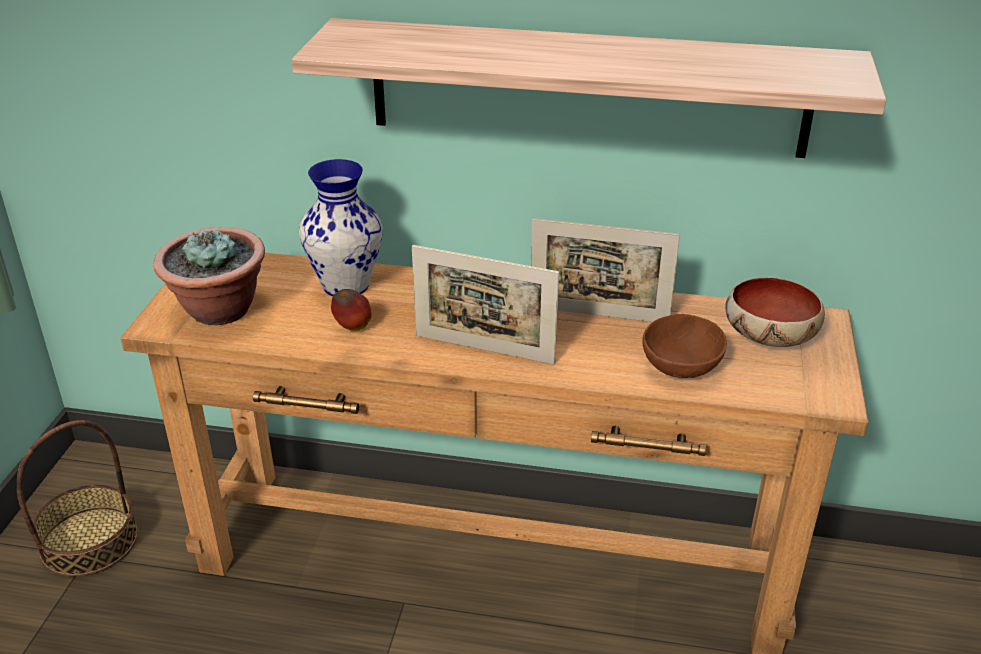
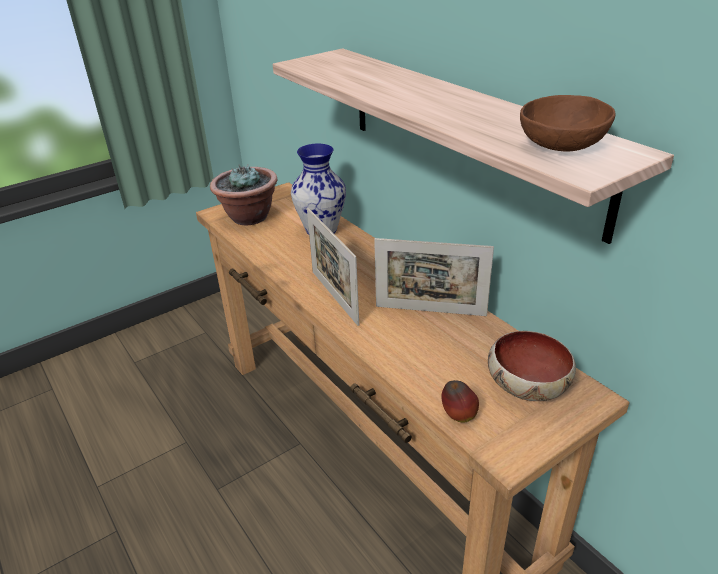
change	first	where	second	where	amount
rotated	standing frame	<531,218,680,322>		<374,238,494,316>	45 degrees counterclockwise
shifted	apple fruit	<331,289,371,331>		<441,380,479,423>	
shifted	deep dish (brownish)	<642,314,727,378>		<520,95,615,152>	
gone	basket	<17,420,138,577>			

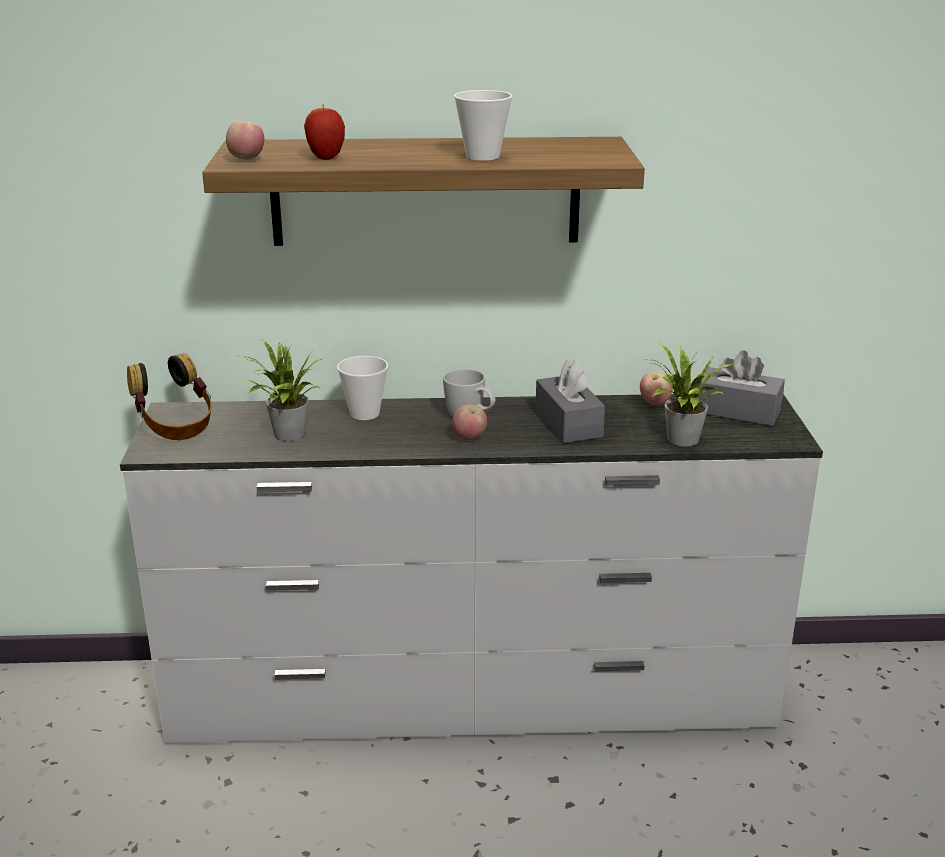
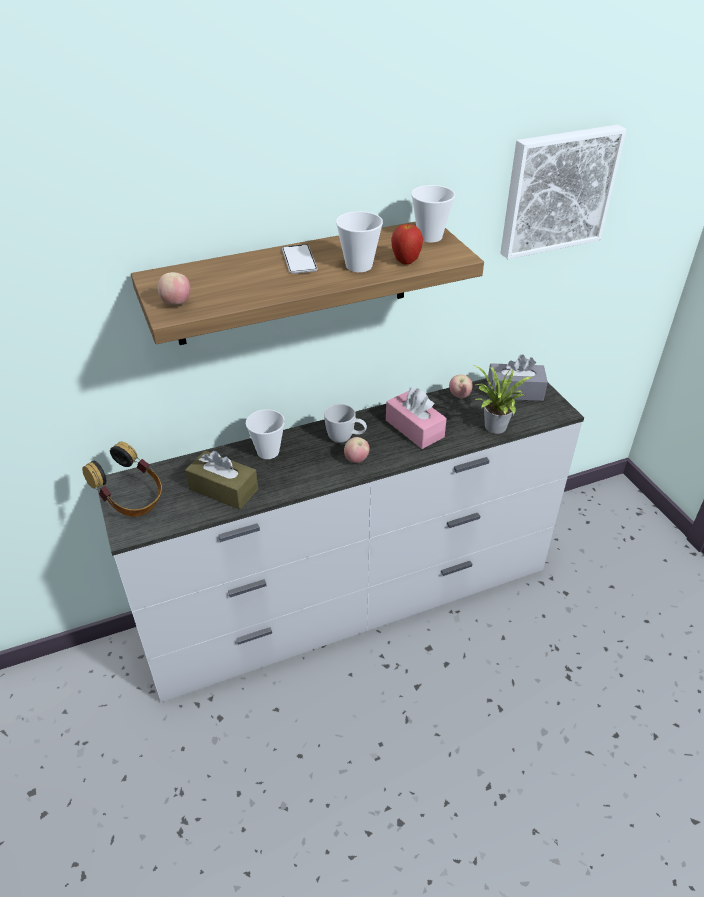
change	first	where	second	where	amount
swapped	potted plant	<236,339,322,442>	tissue box (brownish)	<185,451,258,510>	
new			handset	<282,244,318,274>	
repainted	tissue box (grey)	<536,360,605,443>	tissue box (pink-coloured)	<386,388,447,449>	
shifted	apple fruit	<304,107,345,160>		<391,223,423,265>	
new			cup	<411,185,455,242>	
new			picture	<500,125,627,259>	

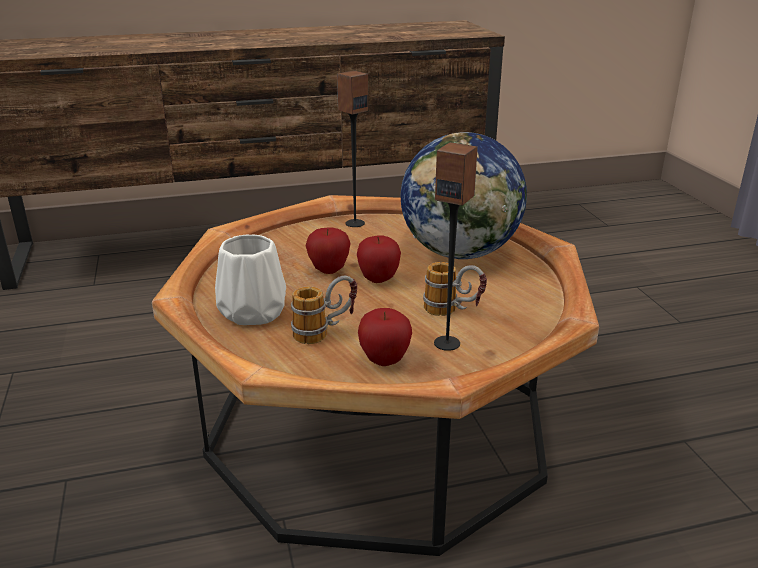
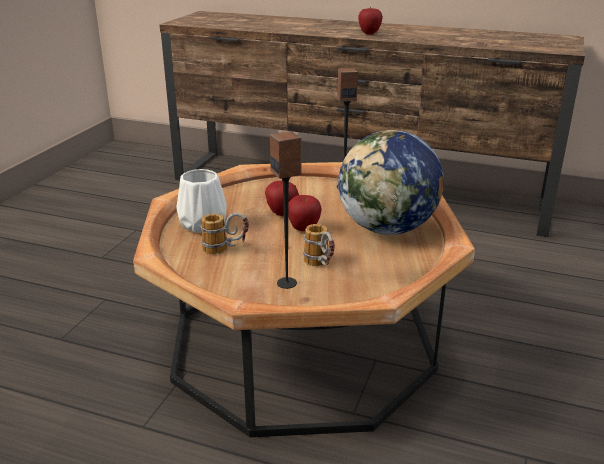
change	first	where	second	where	amount
shifted	apple fruit	<358,308,412,366>		<358,7,383,34>	

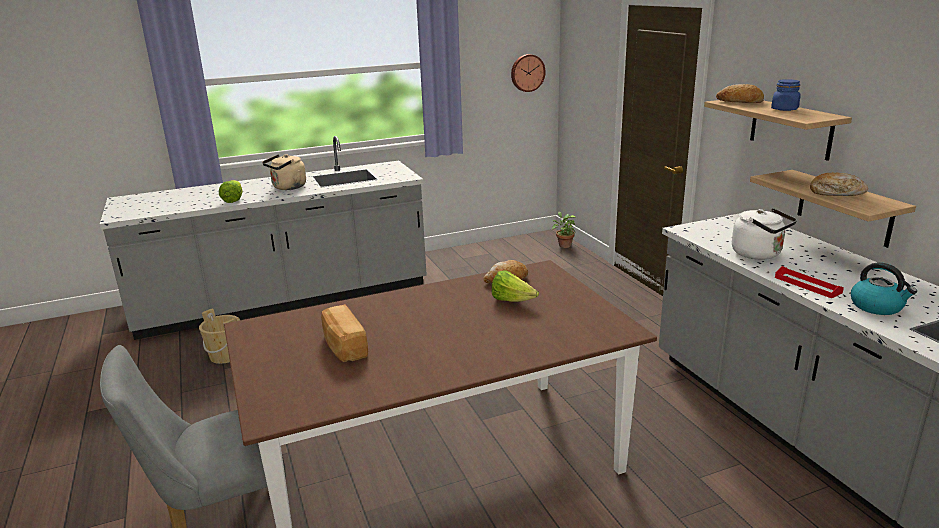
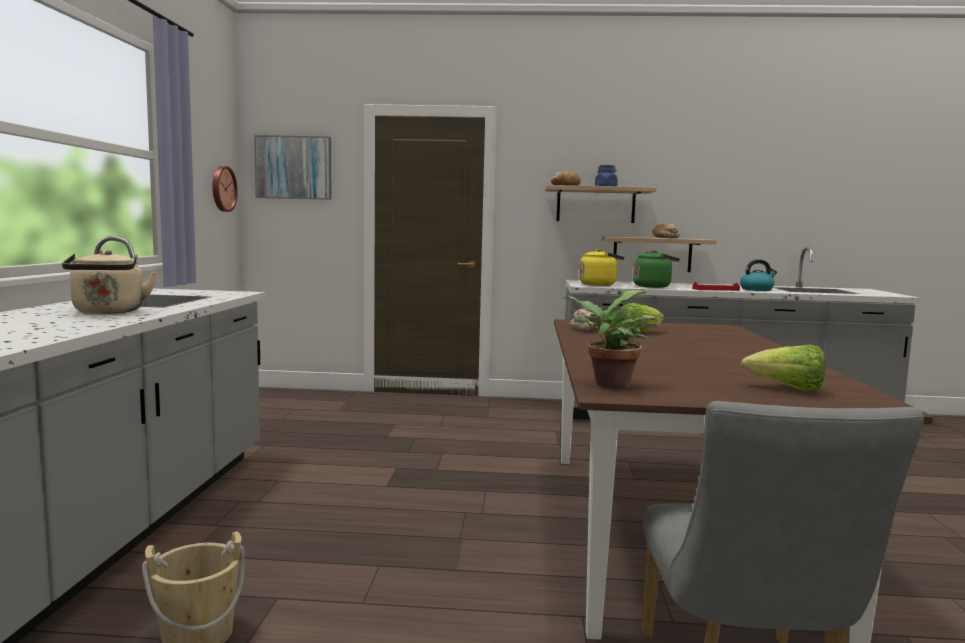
change	first	where	second	where	amount
new			picture	<254,135,331,200>	
shifted	potted plant	<552,212,576,248>		<564,290,658,389>	
new			kettle (yellow-coloured)	<579,249,624,286>	
repainted	kettle (whitish)	<732,208,797,260>	kettle (green)	<633,250,680,288>	
shifted	lettuce	<219,180,243,203>		<741,345,825,392>	
gone	baked bread	<321,304,368,362>			

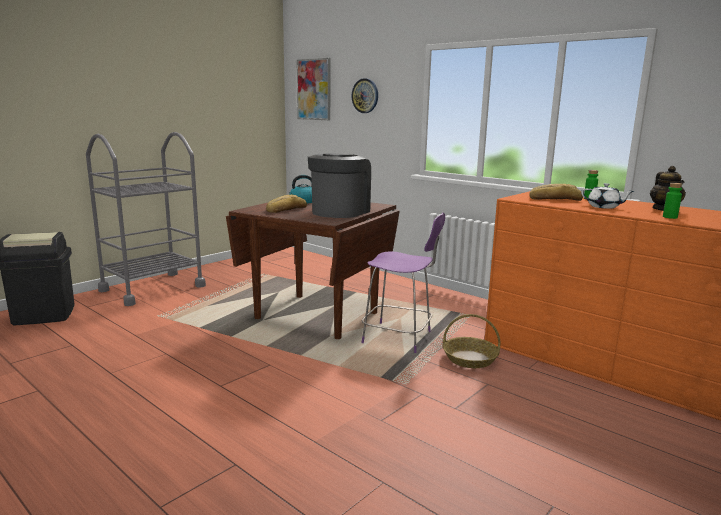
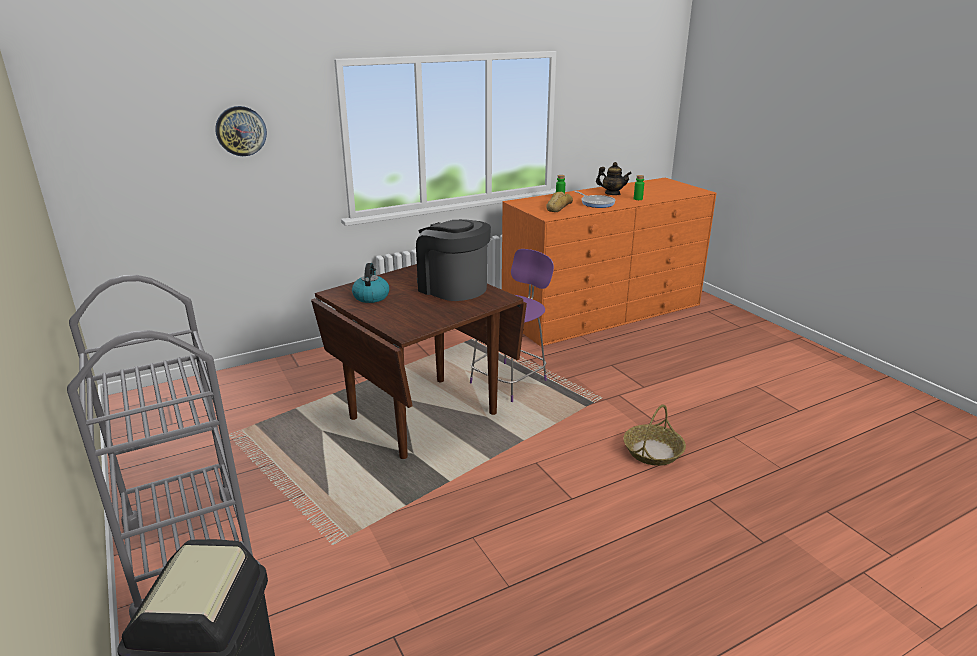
change	first	where	second	where	amount
swapped	teapot (whitish)	<581,183,634,209>	skillet	<575,191,616,208>	
shifted	basket	<443,314,501,368>		<623,405,686,466>	
gone	baked bread	<266,195,307,213>			
gone	picture	<297,58,331,120>			

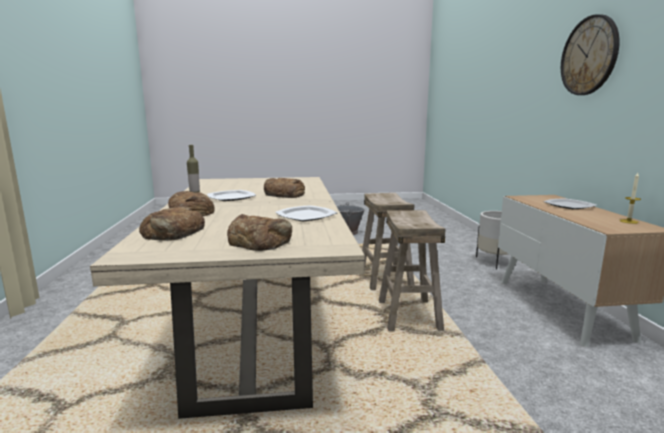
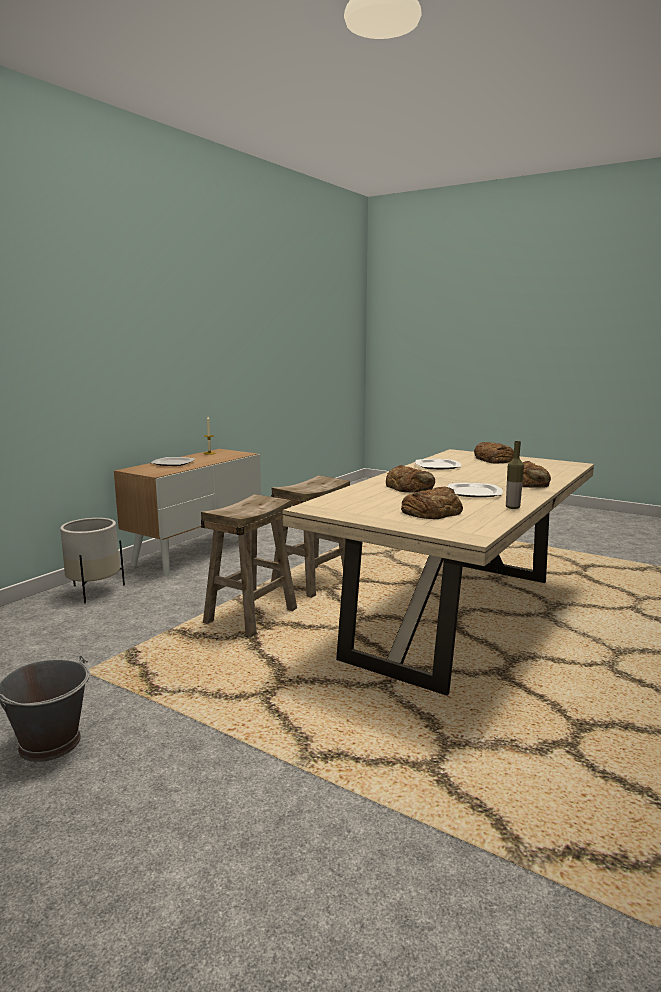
change	first	where	second	where	amount
shifted	baked bread	<139,205,205,241>		<401,487,463,519>	
gone	clock on the wall	<561,14,620,95>			

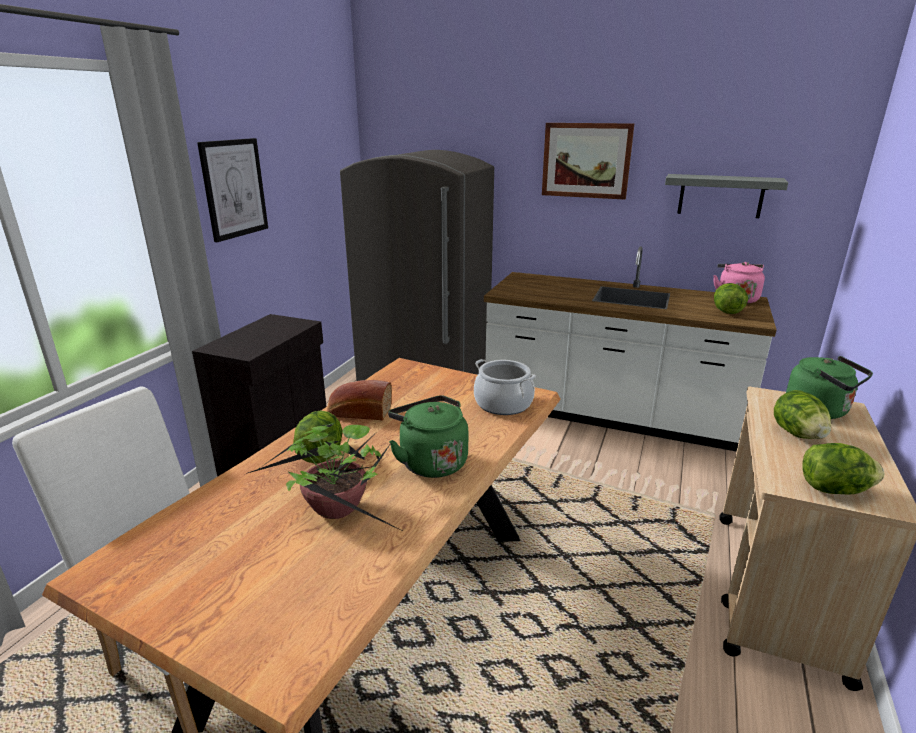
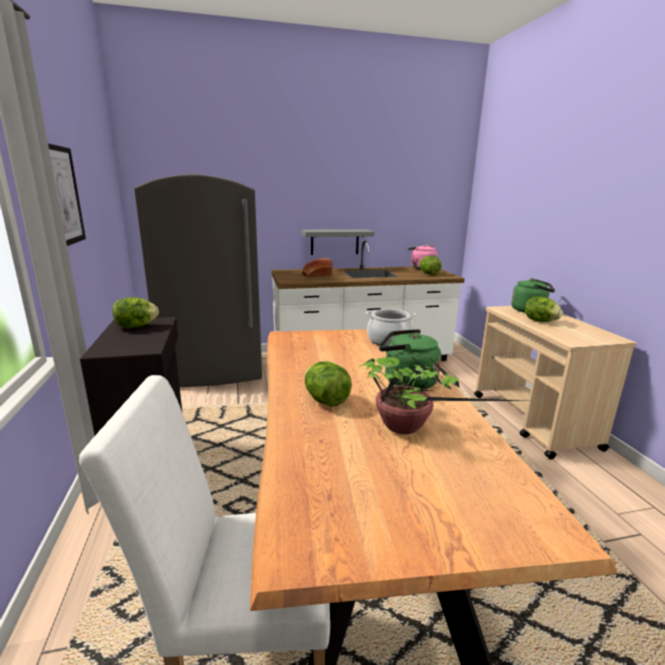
change	first	where	second	where	amount
shifted	lettuce	<802,443,884,495>		<113,297,159,328>	
shifted	wall shelf (grey)	<665,174,788,218>		<302,229,374,255>	
shifted	baked bread	<327,380,392,421>		<302,258,333,277>	
gone	picture	<542,123,634,200>			

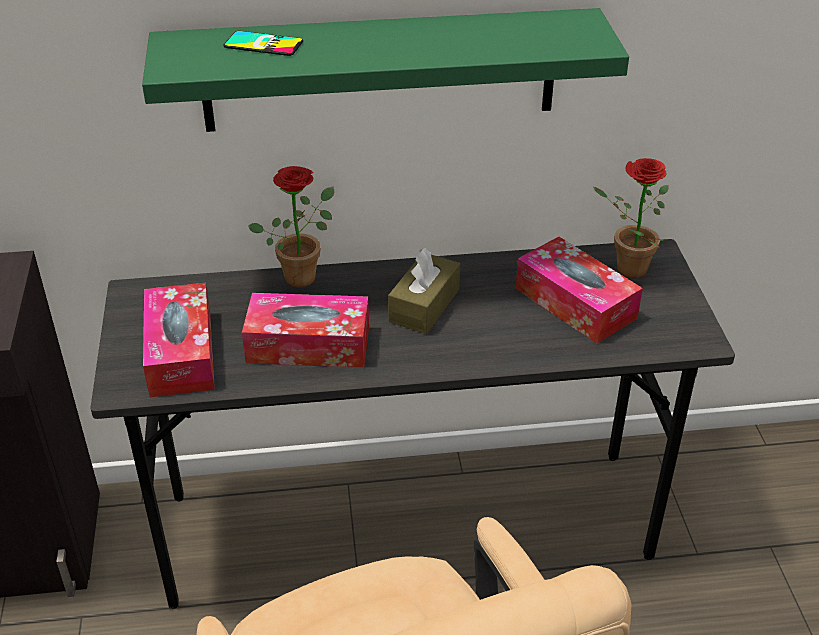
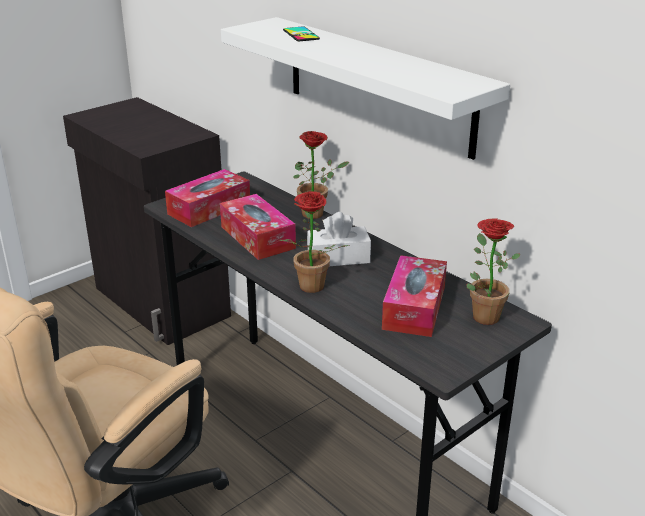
change	first	where	second	where	amount
repainted	wall shelf (green)	<142,8,629,132>	wall shelf (whitish)	<221,17,510,160>	
new			potted plant	<278,191,350,293>	
repainted	tissue box (brownish)	<388,248,460,334>	tissue box (whitish)	<307,212,371,266>	

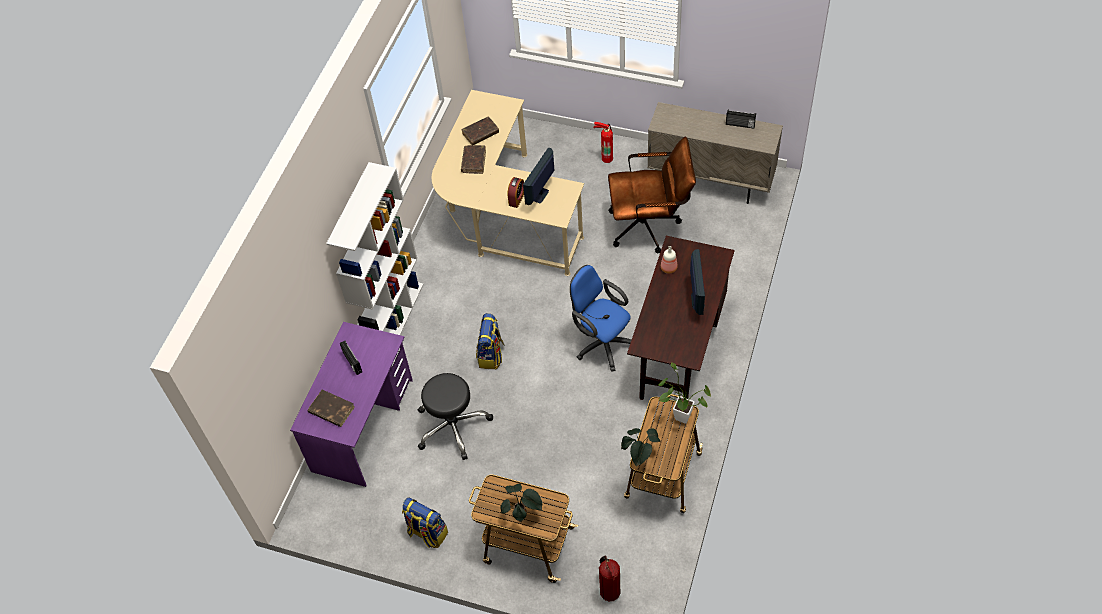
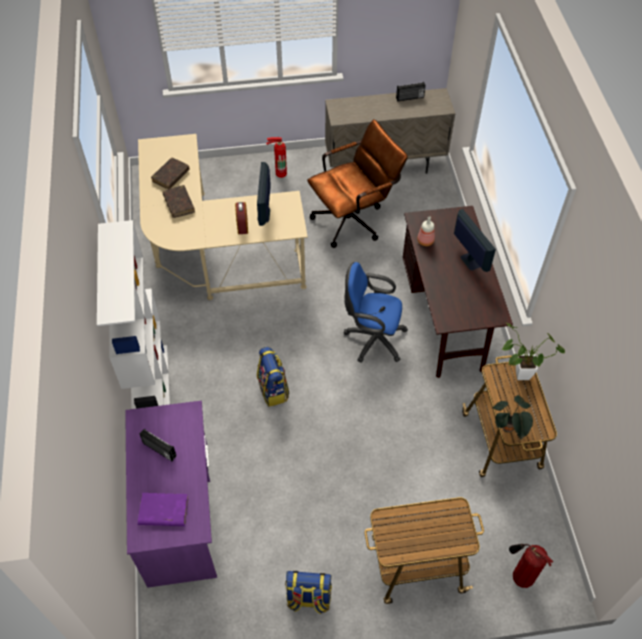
change	first	where	second	where	amount
repainted	book (brownish)	<308,390,355,427>	book (purple)	<138,493,189,526>	
gone	sitting stool (black)	<418,373,493,460>			
gone	potted plant	<500,483,543,523>			

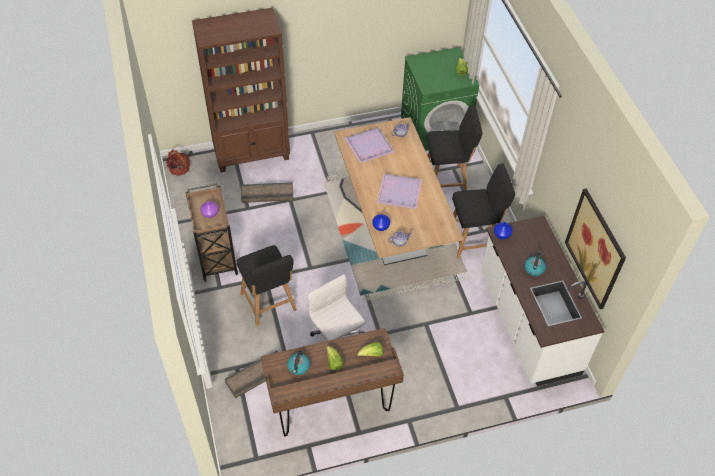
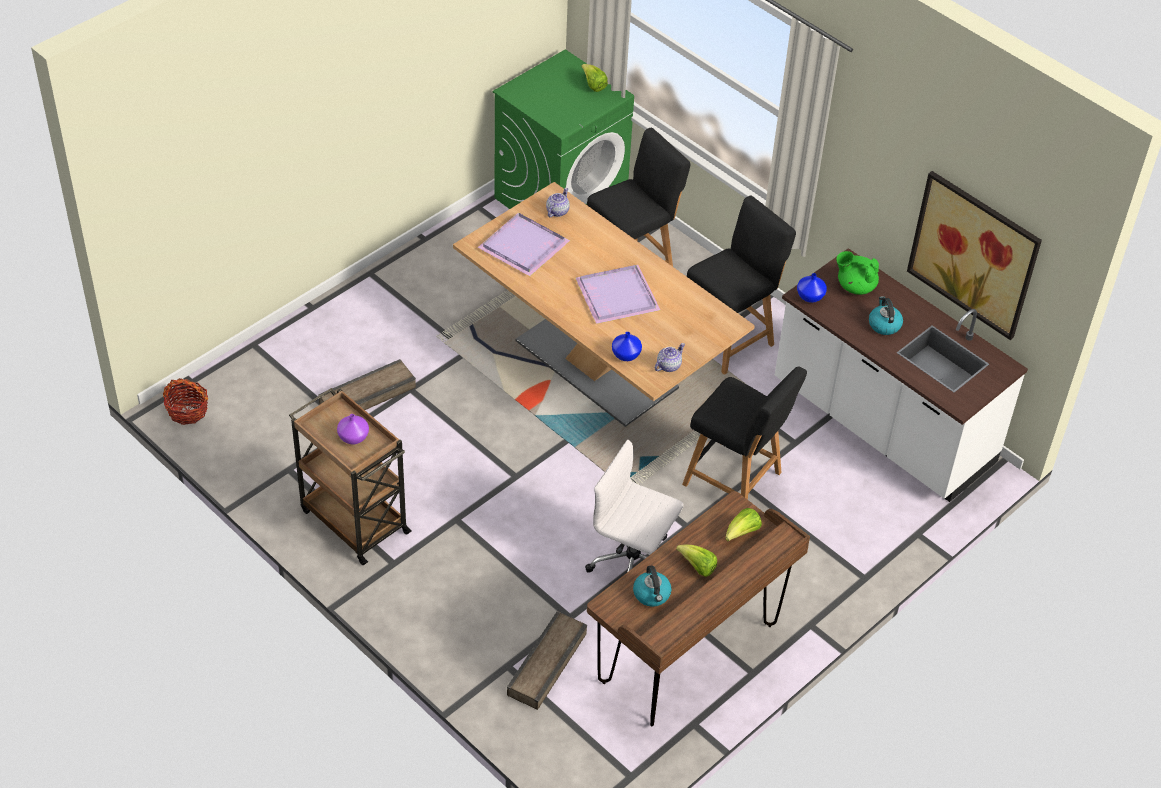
change	first	where	second	where	amount
shifted	plain chair (black)	<236,245,297,326>		<682,367,807,500>	
new			teapot (green)	<836,251,879,295>	
gone	bookcase (brownish)	<192,7,290,172>			

